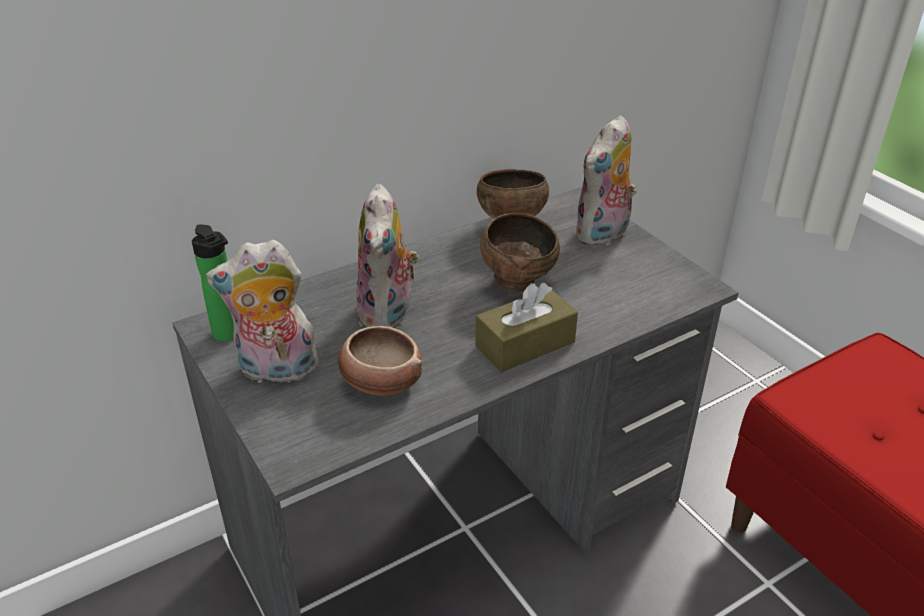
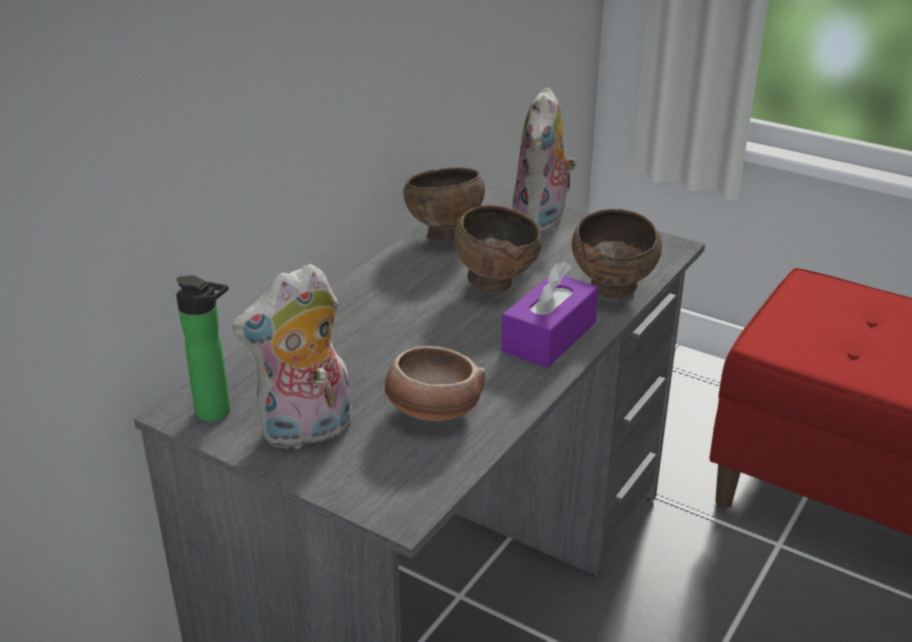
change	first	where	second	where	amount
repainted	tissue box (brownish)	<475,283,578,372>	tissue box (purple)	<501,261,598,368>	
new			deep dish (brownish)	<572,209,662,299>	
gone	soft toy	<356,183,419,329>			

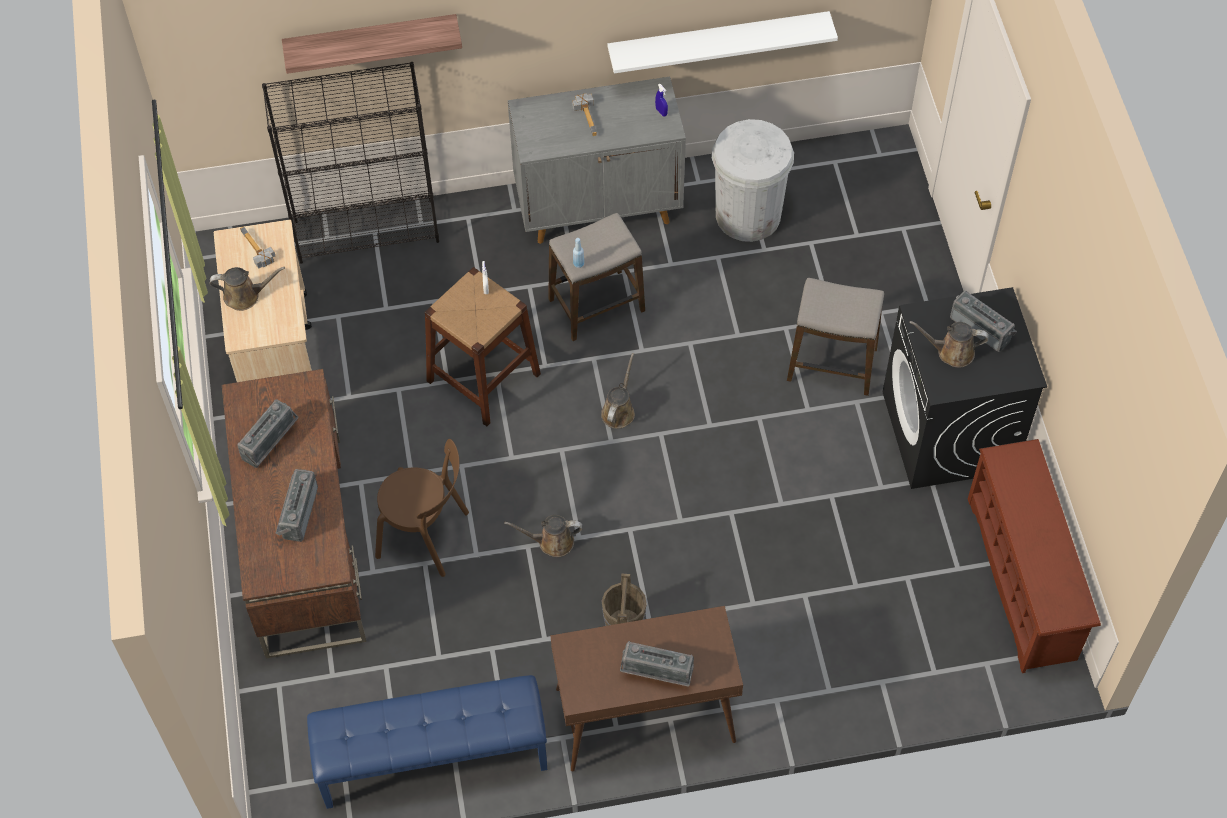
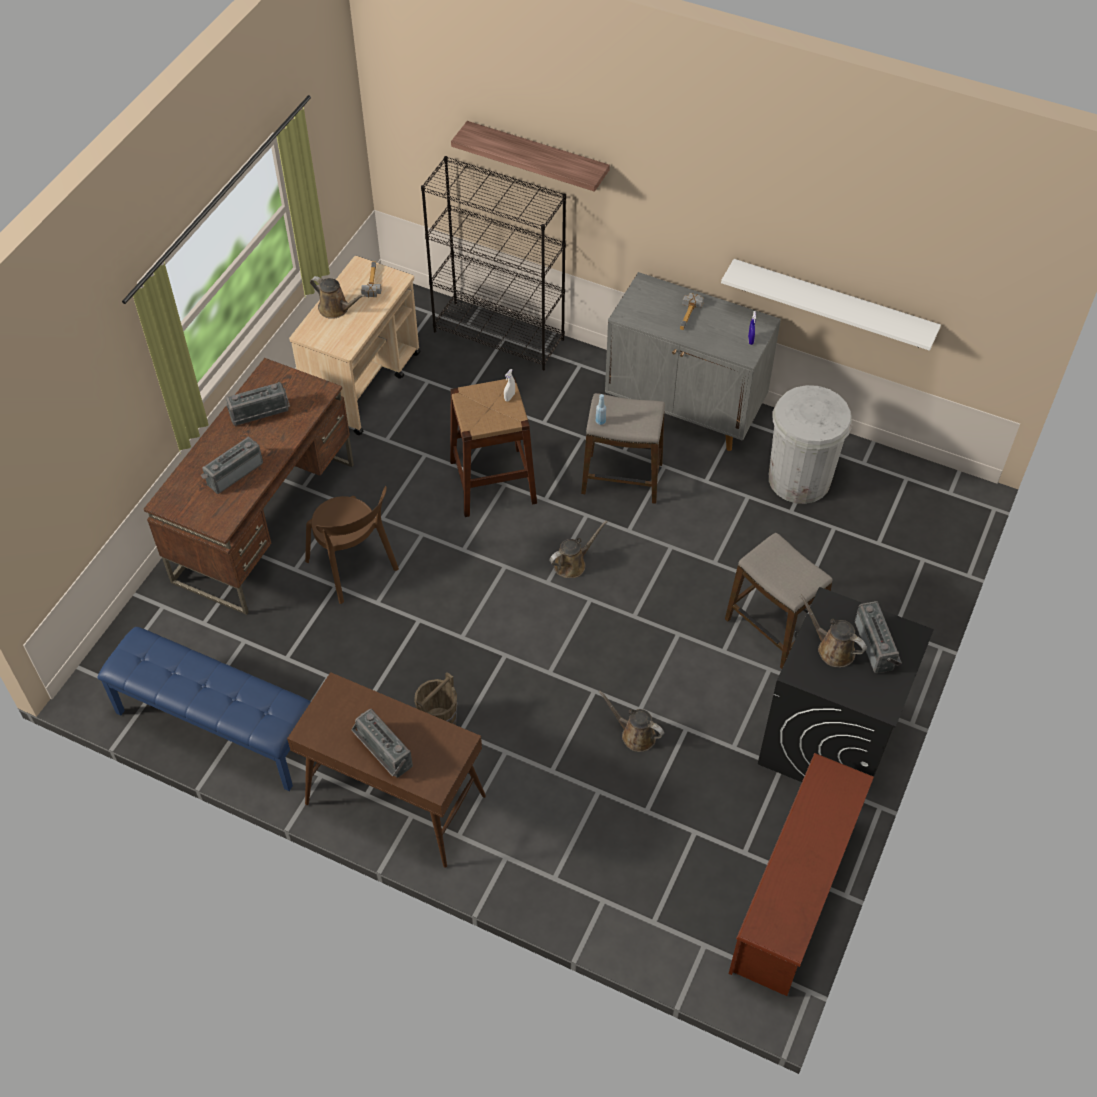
change	first	where	second	where	amount
shifted	watering pot (brownish)	<504,515,582,557>		<599,691,664,752>	

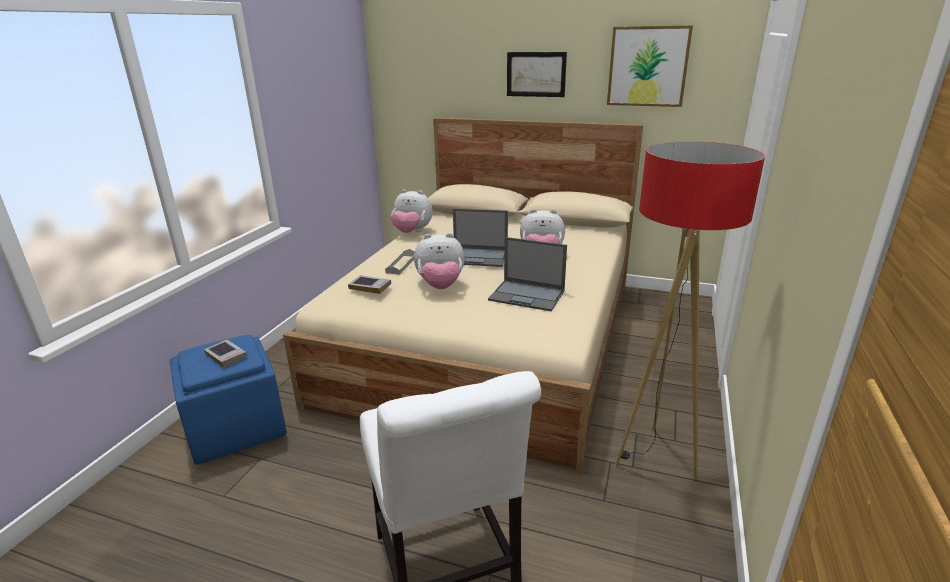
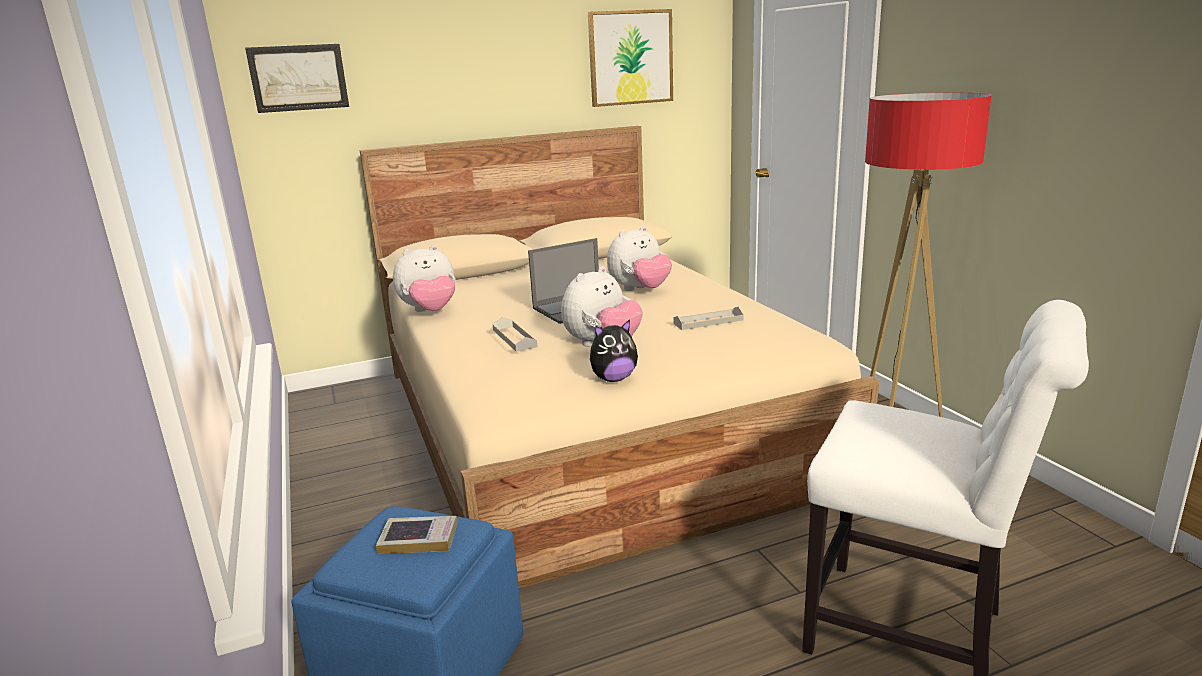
change	first	where	second	where	amount
shifted	picture	<507,52,567,97>		<245,44,349,113>	
new			soft toy	<590,319,638,382>	
swapped	portable computer	<488,237,567,311>	tray (grey)	<673,306,743,330>	
gone	book	<348,275,391,294>			

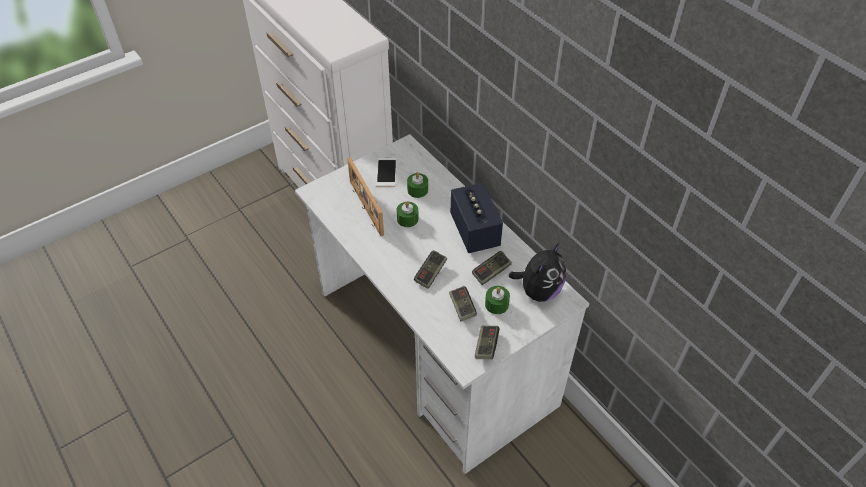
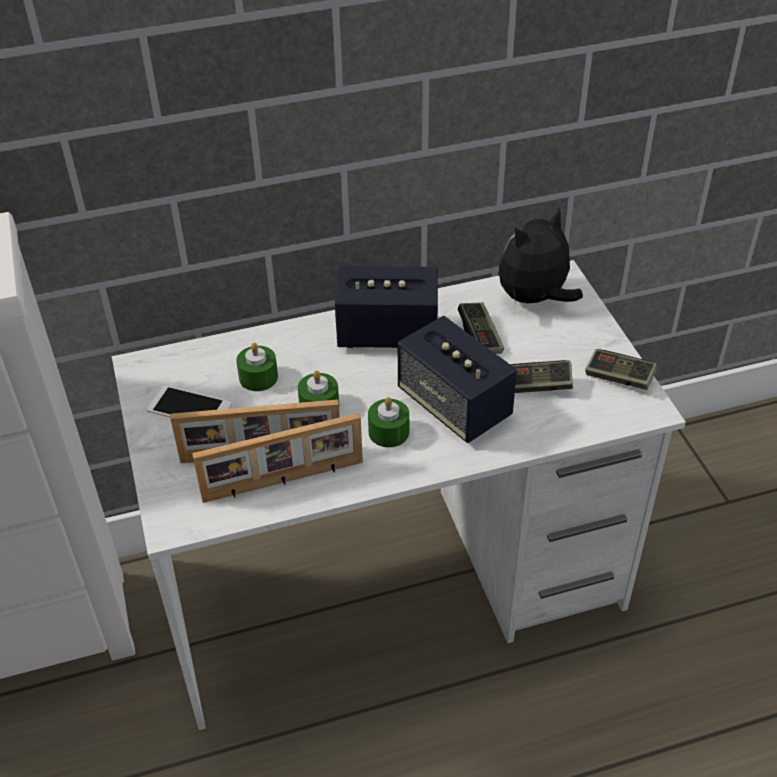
change	first	where	second	where	amount
new			standing frame	<192,413,363,503>	
shifted	candle (green)	<485,286,510,314>		<368,397,409,447>	
swapped	joypad	<414,250,447,289>	loudspeaker	<398,315,517,443>	
rotated	soft toy	<508,242,566,302>		<499,207,583,306>	90 degrees counterclockwise

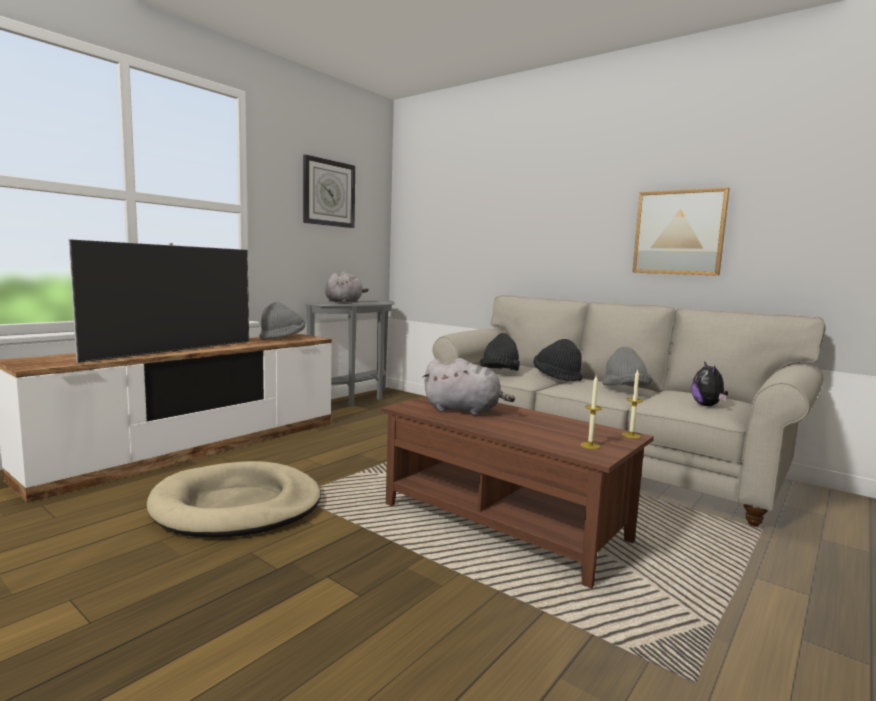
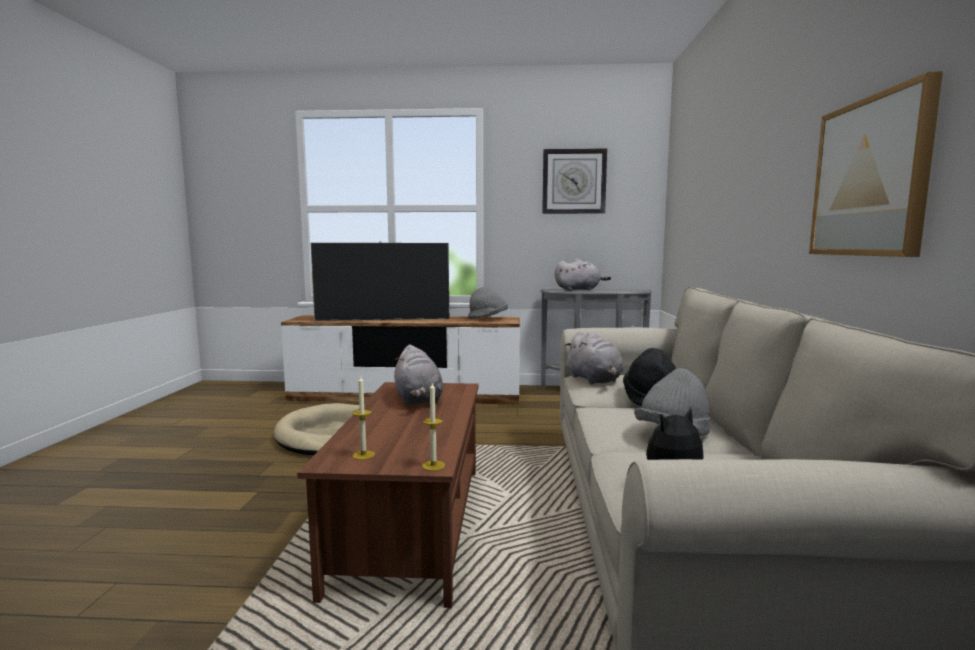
change	first	where	second	where	amount
swapped	hat (black)	<480,333,519,371>	soft toy (grey)	<565,331,624,384>	

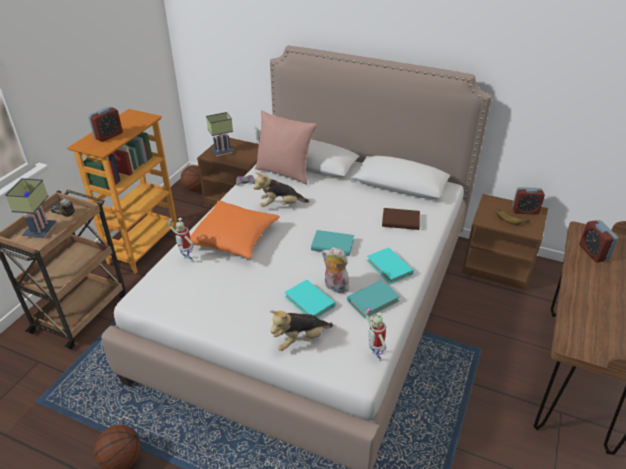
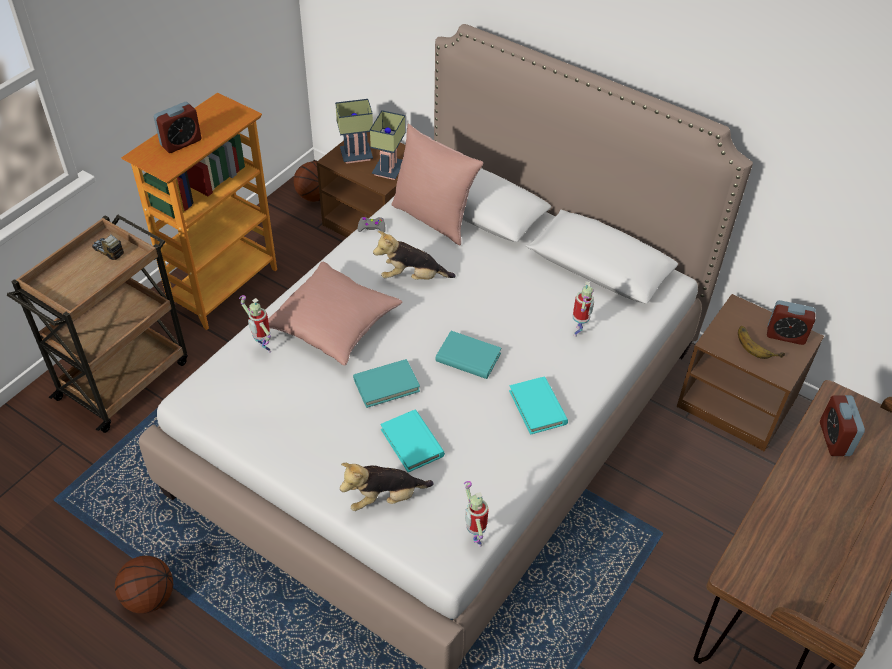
change	first	where	second	where	amount
repainted	pillow (orange-coloured)	<190,201,280,259>	pillow (pink-coloured)	<268,262,402,366>	
shifted	book (blue-green)	<347,280,400,318>		<353,359,420,408>	
shifted	table lamp	<5,178,56,238>		<370,110,405,180>	
swapped	book (brownish)	<382,208,420,230>	robot figure	<573,281,594,337>	
gone	soft toy	<322,247,349,293>			

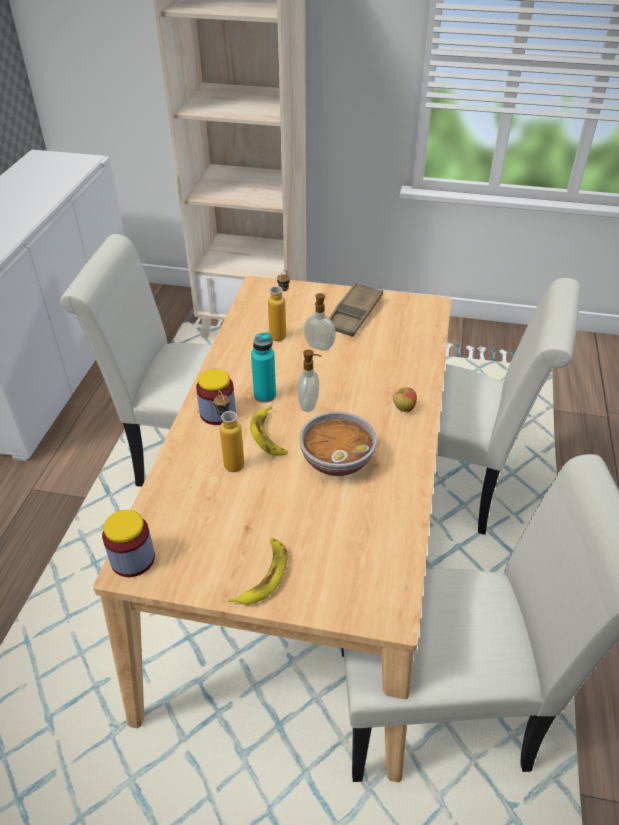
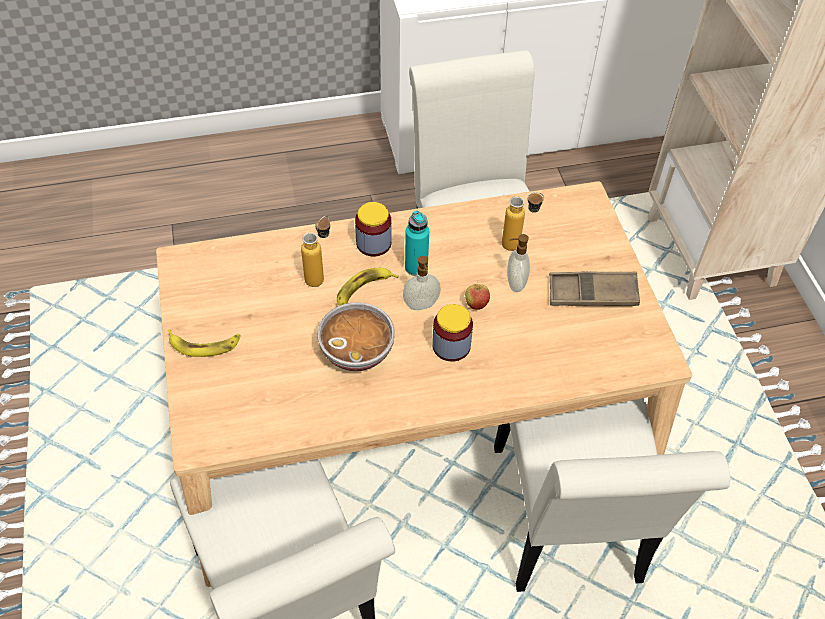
change	first	where	second	where	amount
shifted	jar	<102,510,155,577>		<432,304,473,362>	
shifted	apple fruit	<393,387,417,412>		<465,280,490,310>	

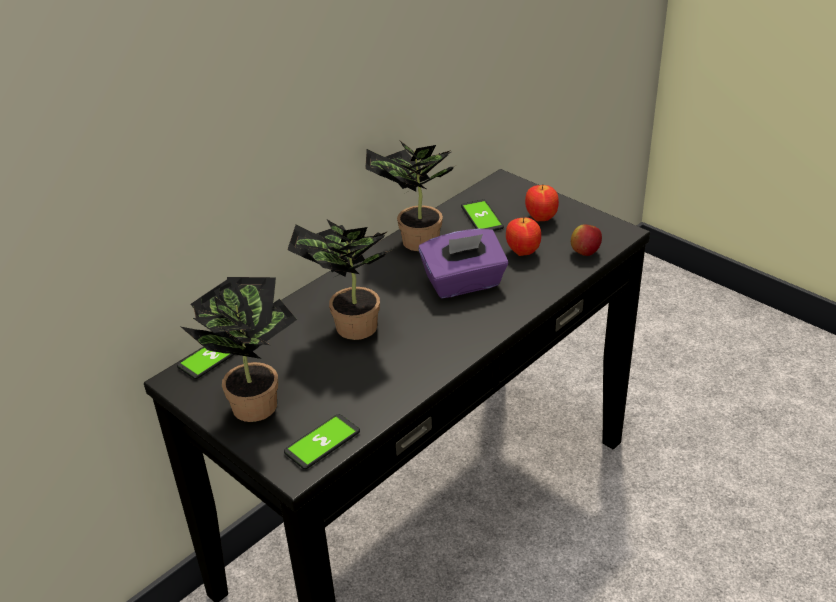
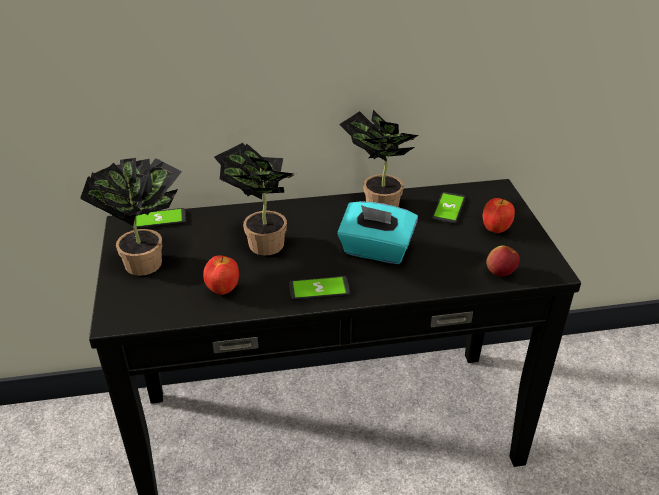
change	first	where	second	where	amount
shifted	apple fruit	<506,217,541,256>		<203,255,239,295>	
shifted	handset	<284,414,360,469>		<289,276,351,301>	
repainted	tissue box (purple)	<419,228,508,298>	tissue box (blue-green)	<337,201,418,264>	

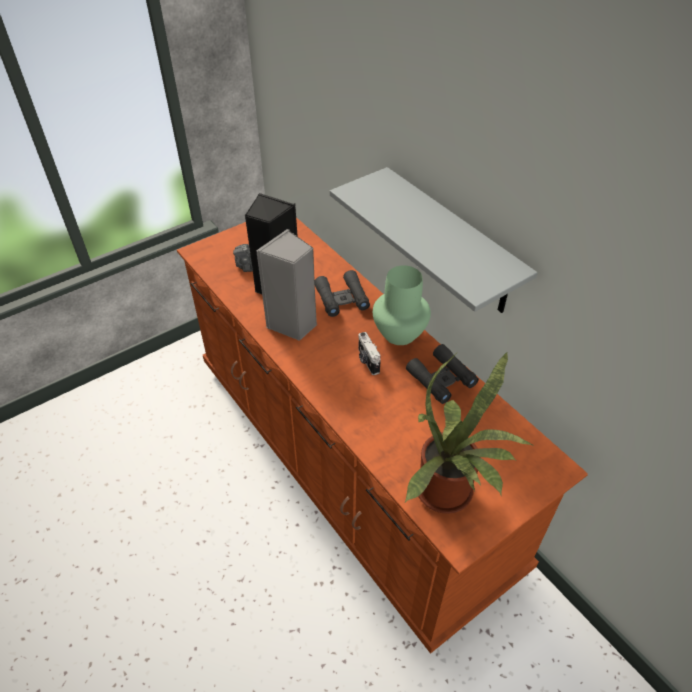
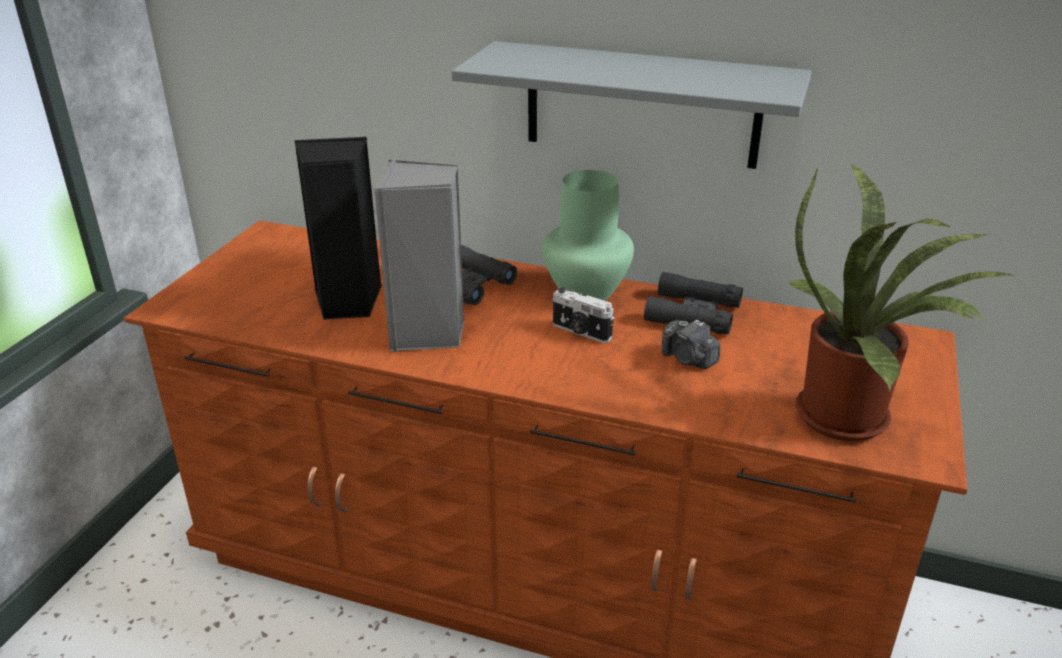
change	first	where	second	where	amount
shifted	photo camera	<233,244,253,272>		<662,319,721,369>	

